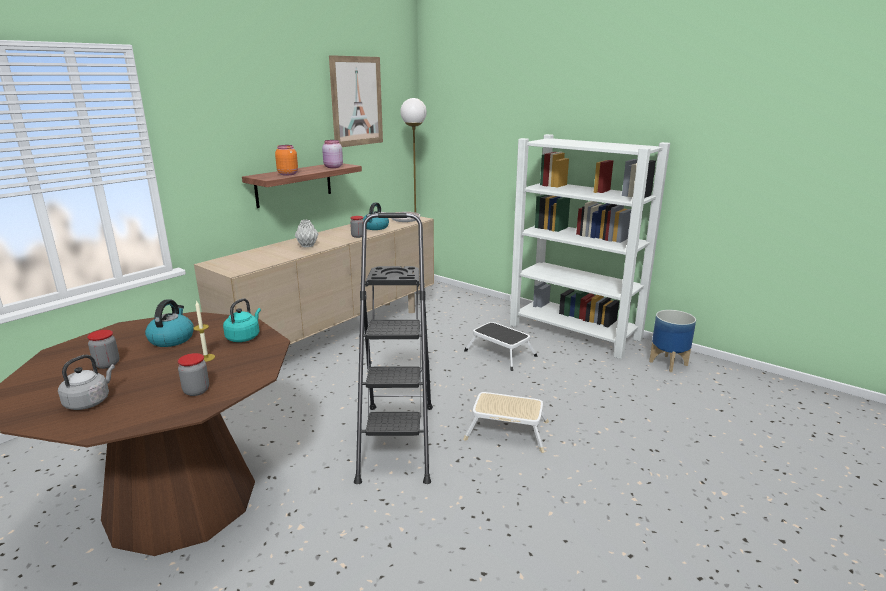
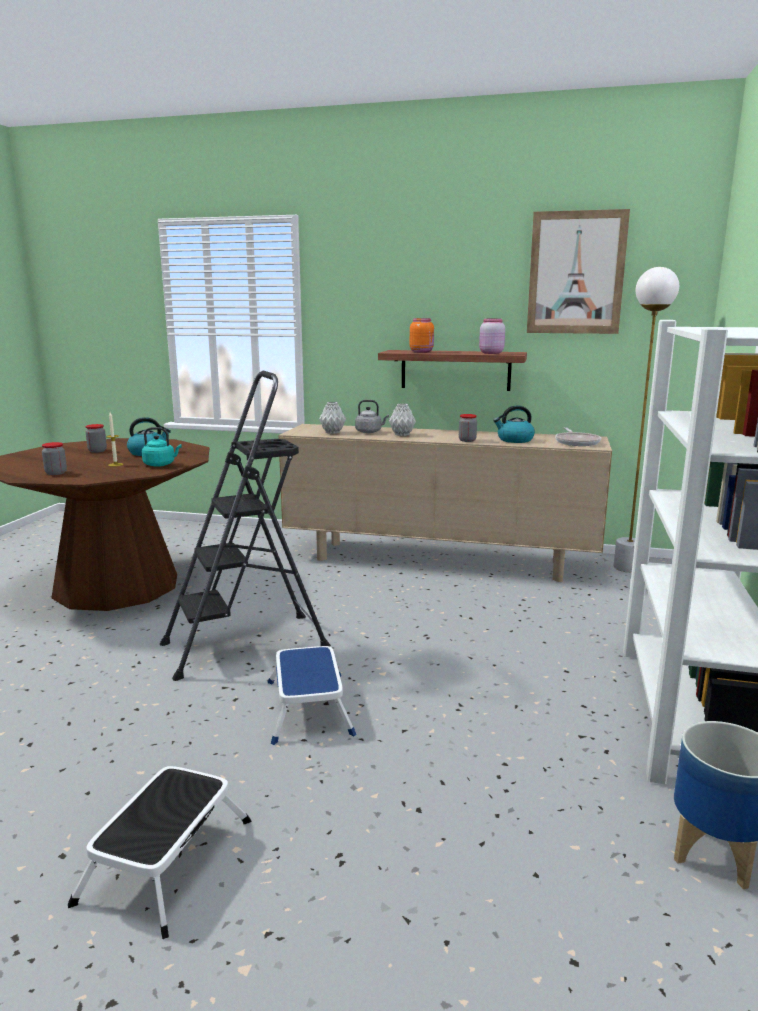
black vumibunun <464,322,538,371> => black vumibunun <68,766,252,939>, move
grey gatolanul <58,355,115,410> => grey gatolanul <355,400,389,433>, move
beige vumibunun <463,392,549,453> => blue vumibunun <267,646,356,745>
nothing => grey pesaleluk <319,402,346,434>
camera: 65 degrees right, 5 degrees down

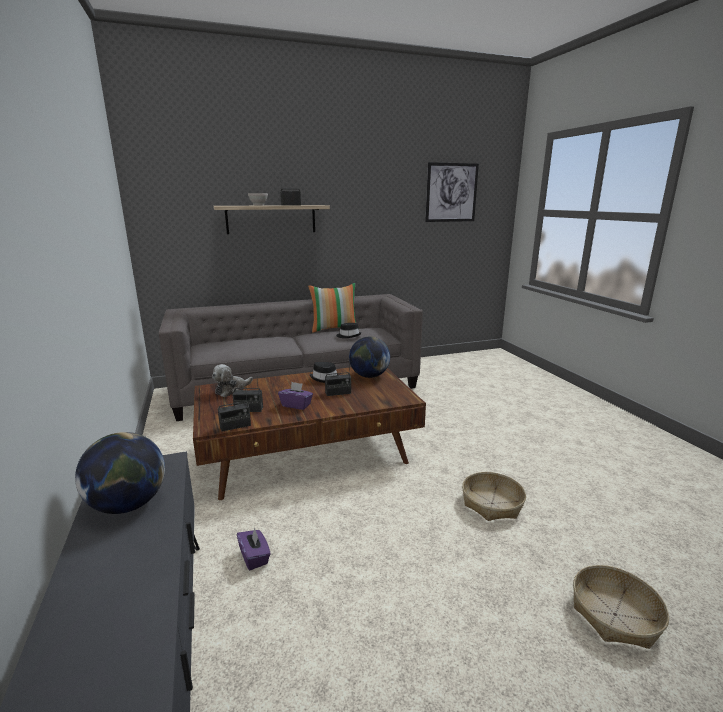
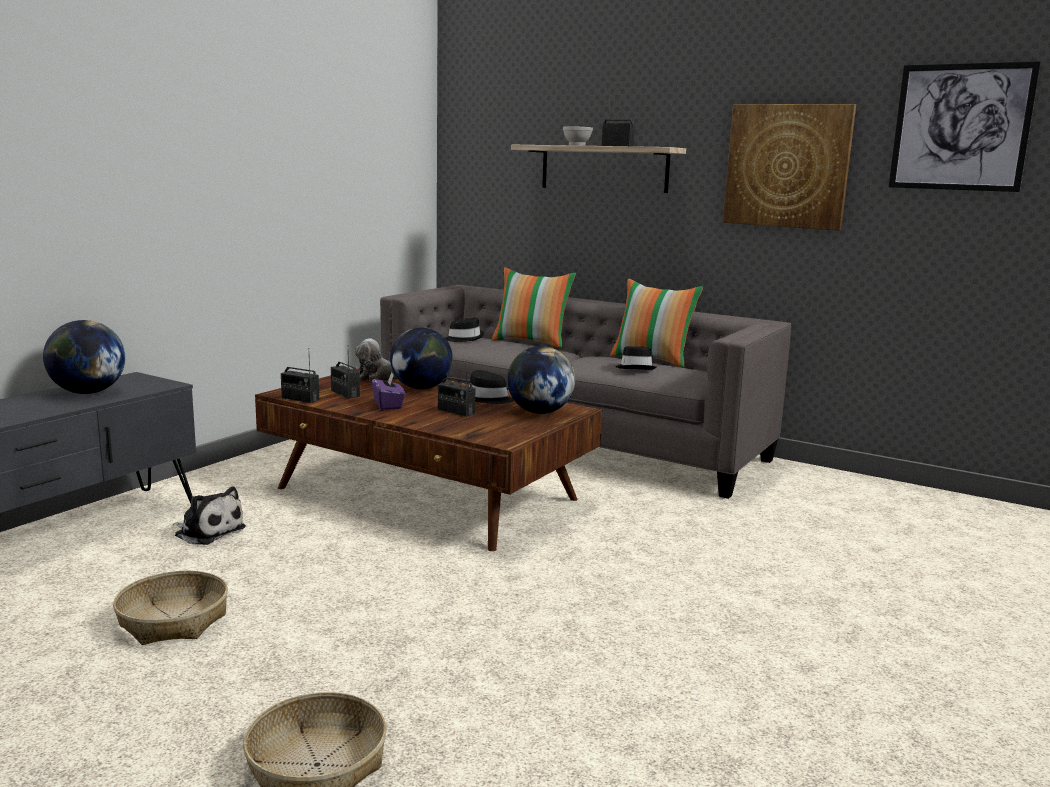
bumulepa <462,472,526,521> => bumulepa <113,571,228,645>, move
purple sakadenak <237,527,271,570> => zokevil <173,487,246,545>
nothing => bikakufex <723,104,856,231>
nothing => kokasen <492,267,576,348>
nothing => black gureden <446,318,484,342>
nothing => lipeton <390,327,453,389>
camera: 50 degrees right, 5 degrees down

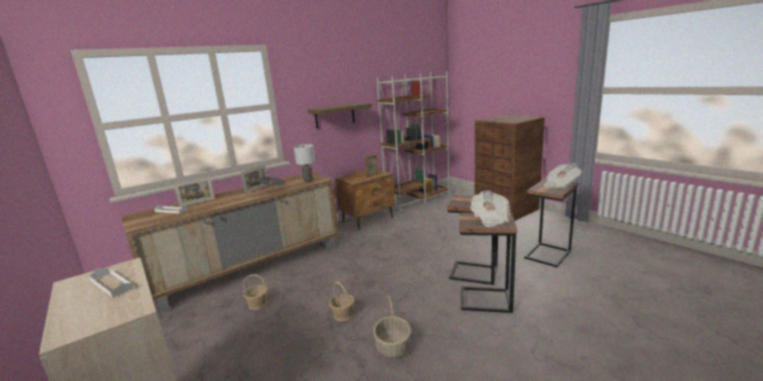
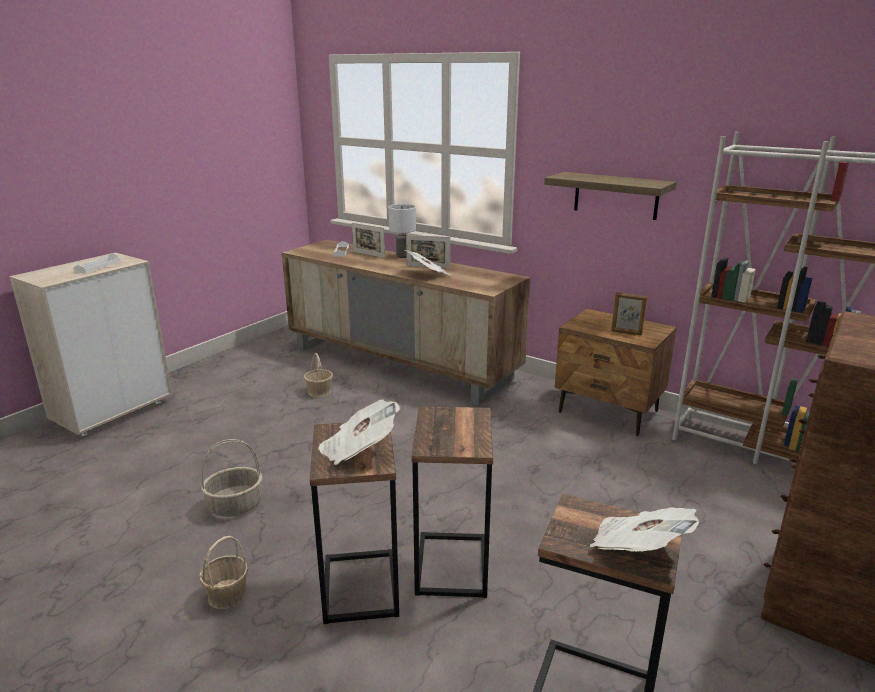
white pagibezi <294,144,315,182> => white pagibezi <388,204,416,258>, move
bumulepa <329,282,354,321> => bumulepa <199,536,248,609>, move
camera: 70 degrees right, 5 degrees up

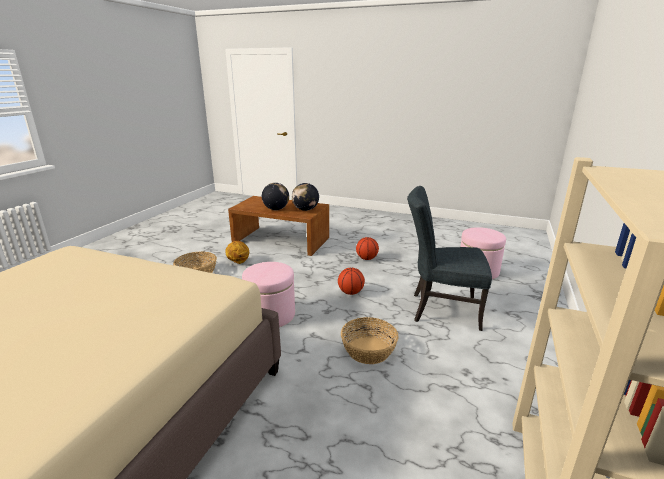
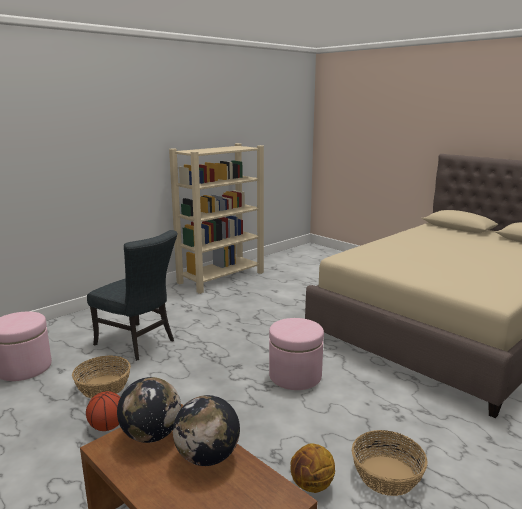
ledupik <338,268,365,295> => nothing
bumulepa <341,317,399,364> => bumulepa <72,356,131,399>, move
camera: 155 degrees left, 5 degrees down

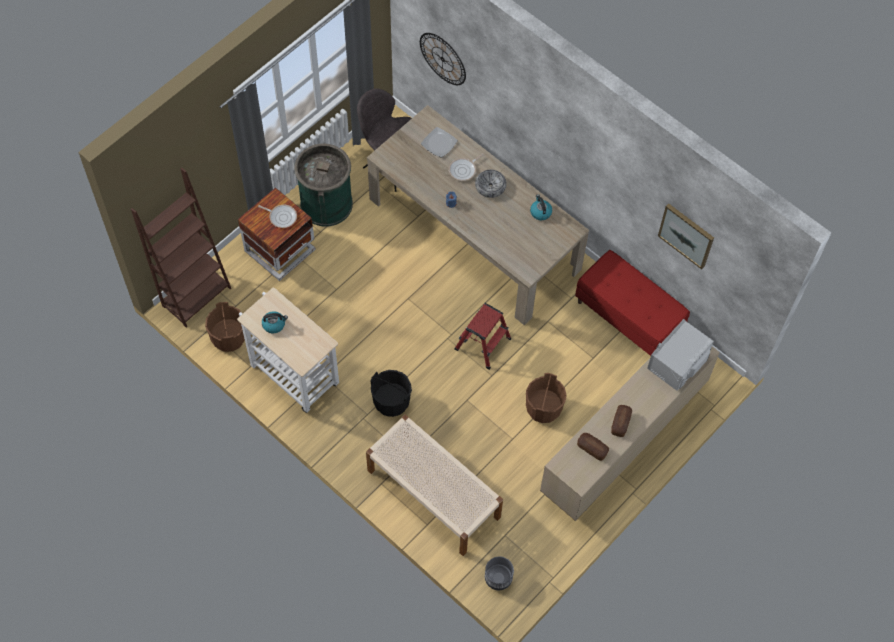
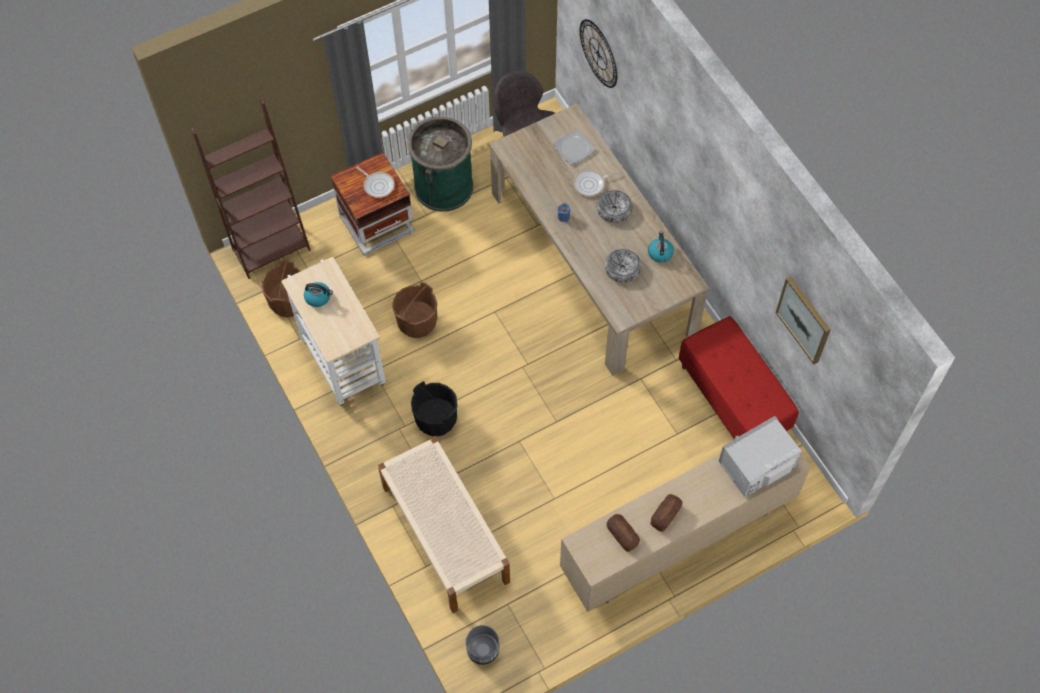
red vumibunun <454,303,511,370> => nothing
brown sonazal <526,373,567,423> => brown sonazal <392,282,437,338>, move
nothing => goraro <604,249,642,283>
camera: 20 degrees right, 0 degrees up

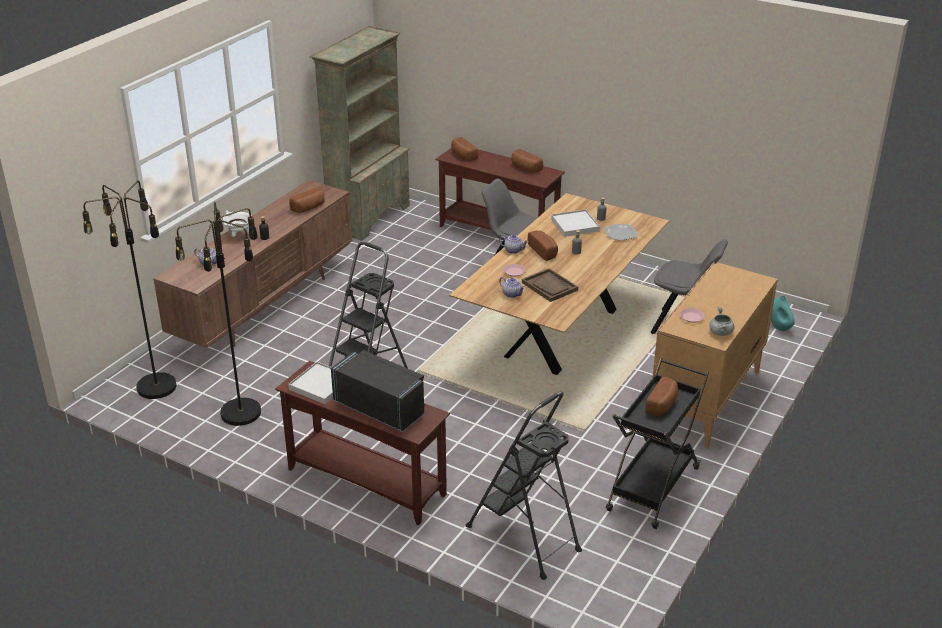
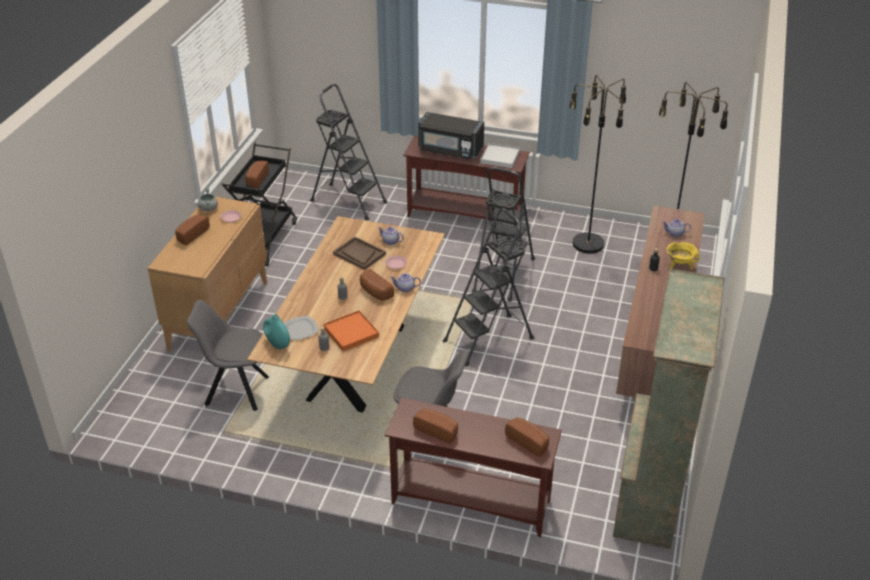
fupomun <289,187,325,213> => fupomun <175,214,210,245>, move
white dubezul <551,209,600,237> => orange dubezul <323,310,379,351>
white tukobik <223,210,250,237> => yellow tukobik <666,242,700,270>
turquoise pesaleluk <771,296,795,331> => turquoise pesaleluk <263,314,290,349>, move
nothing => vumibunun <443,208,535,367>
camera: 165 degrees right, 5 degrees up

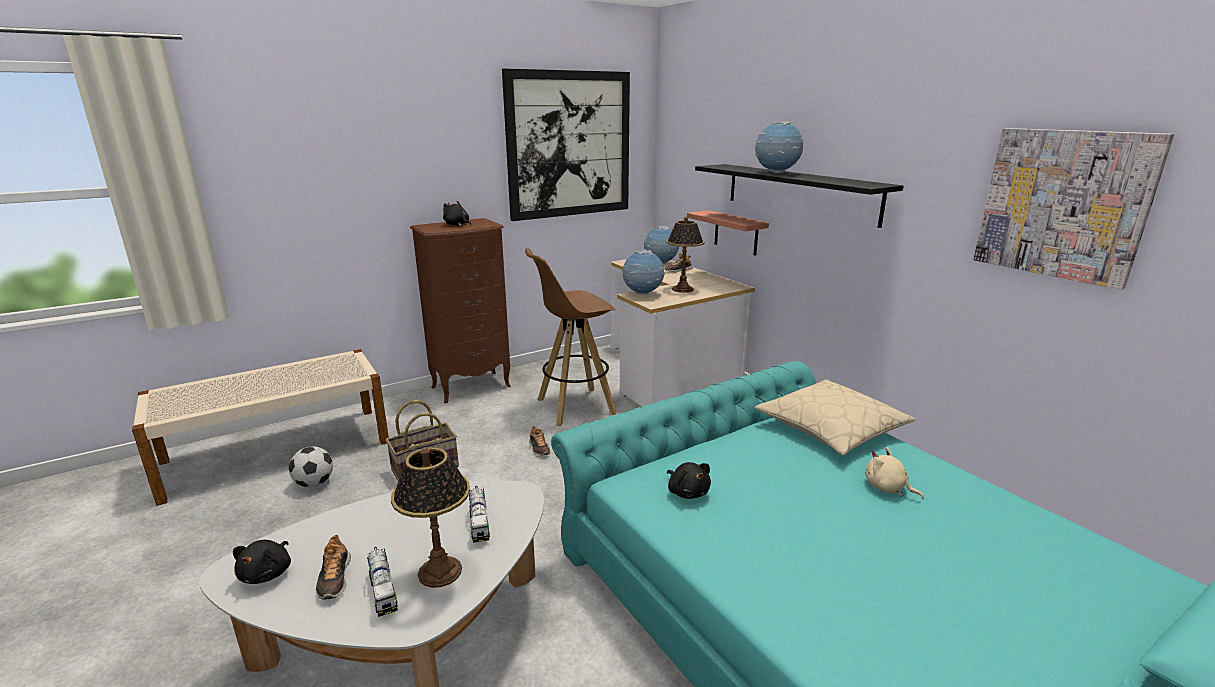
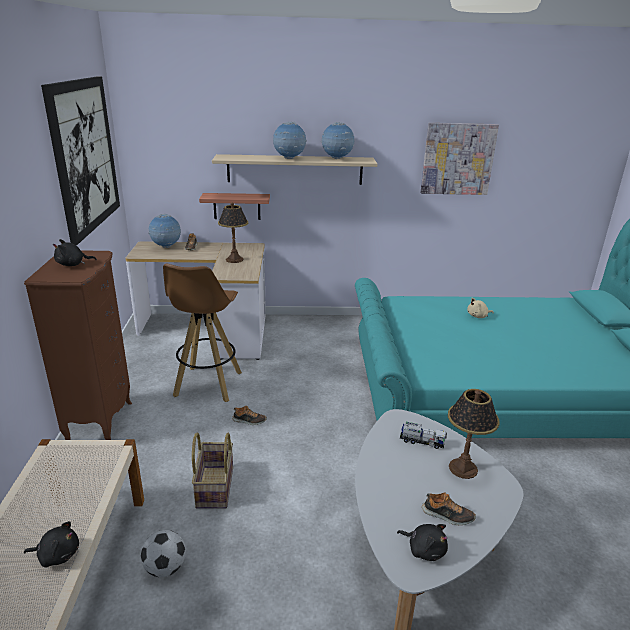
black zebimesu <695,164,904,228> => beige zebimesu <212,154,377,185>
lipeton <623,250,665,295> => lipeton <321,122,354,159>, move
beige kokasen <755,379,915,455> => nothing
black zokevil <667,462,711,499> => black zokevil <24,521,79,567>, move
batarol <367,547,398,617> => nothing
camera: 60 degrees left, 5 degrees up

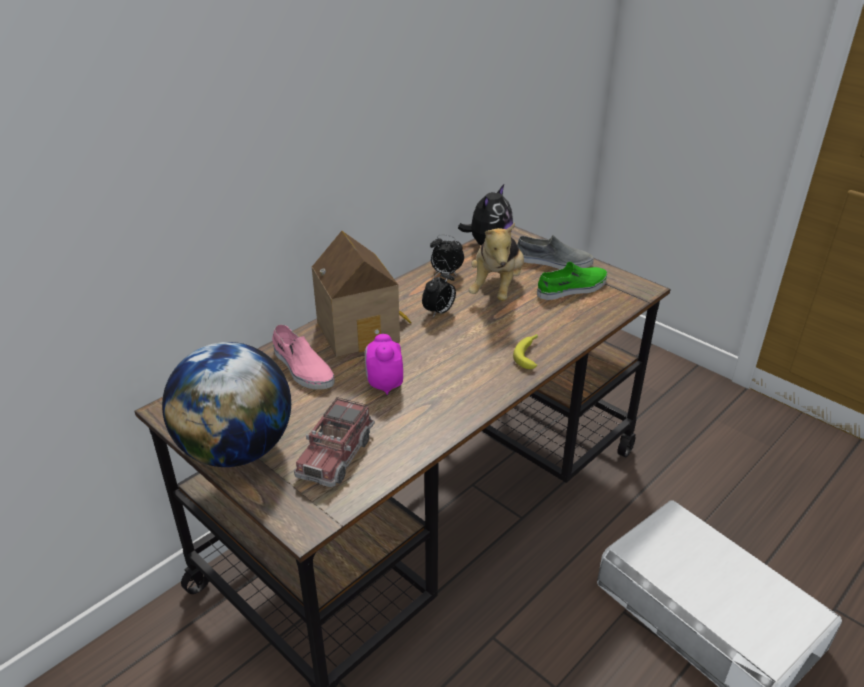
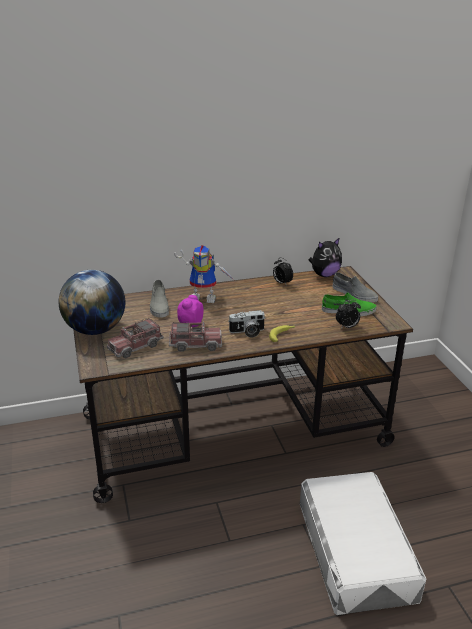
zokevil <469,223,524,301> => nothing
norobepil <312,231,412,357> => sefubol <174,245,234,303>
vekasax <422,270,456,318> => vekasax <336,300,361,329>, move
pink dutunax <272,324,335,389> => grey dutunax <150,280,169,318>
nothing => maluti <229,310,265,338>
nothing => batarol <169,322,222,352>
camera: 30 degrees right, 5 degrees down

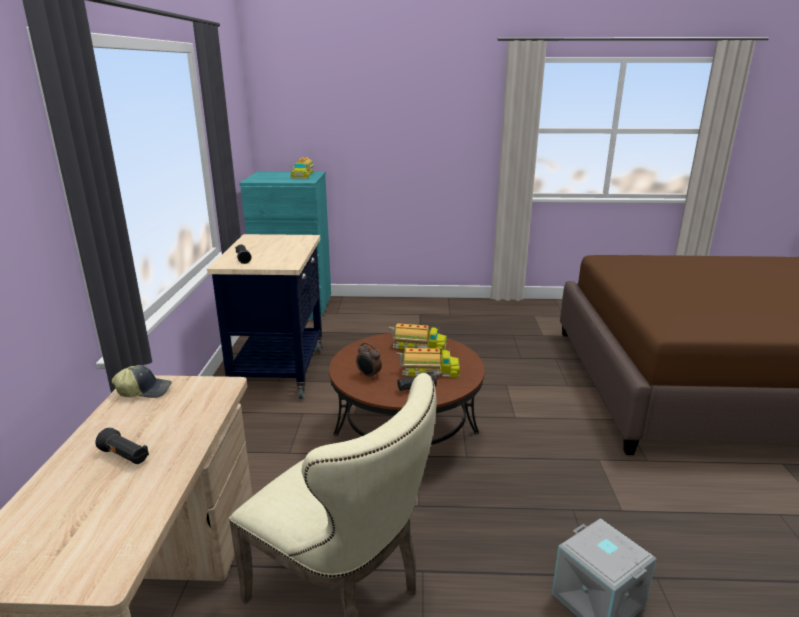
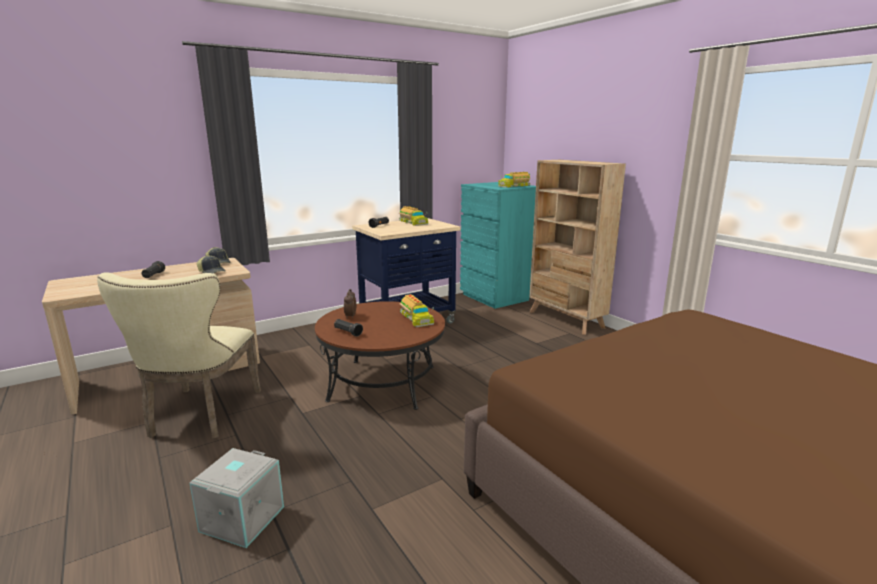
batarol <397,348,460,378> => batarol <399,206,428,226>, move
nothing => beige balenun <529,160,626,335>
nothing => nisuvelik <197,255,226,274>
camera: 55 degrees right, 5 degrees down

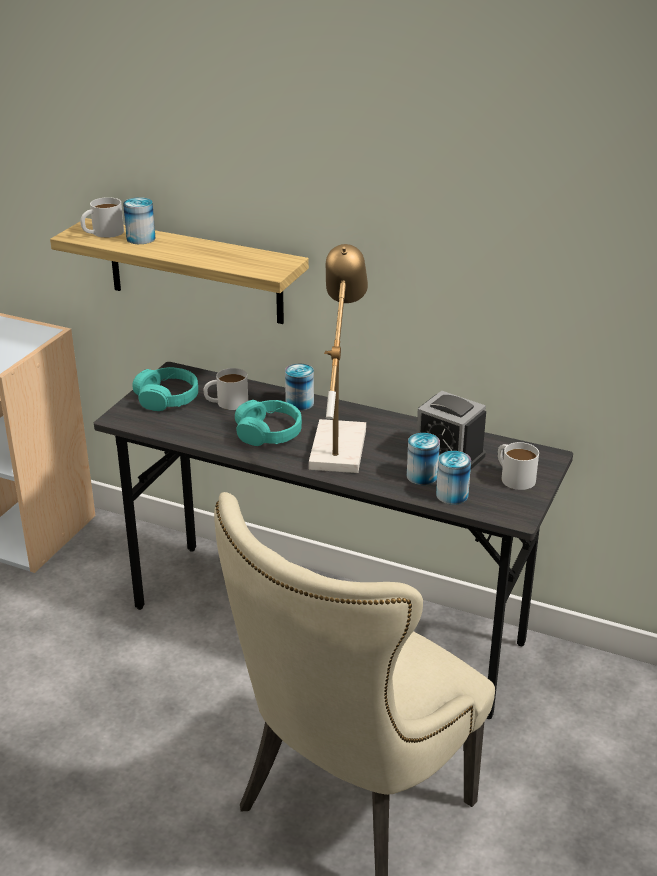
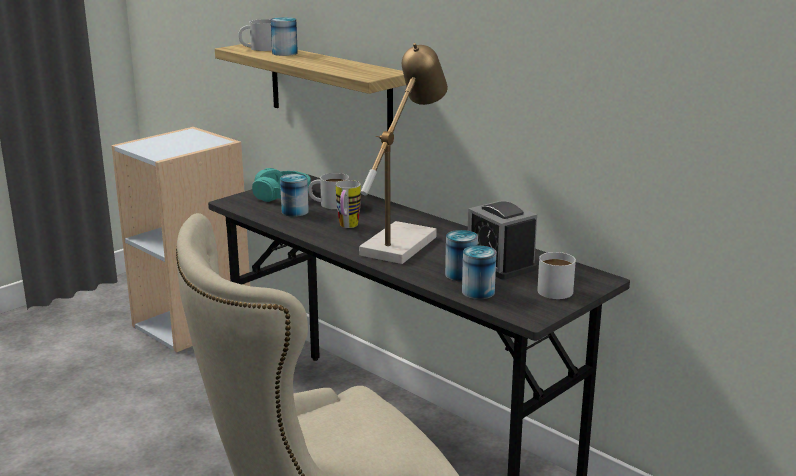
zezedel <285,364,314,411> => zezedel <280,174,309,217>, move
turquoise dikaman <235,400,302,446> => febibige <336,180,361,228>
camera: 20 degrees right, 10 degrees down

